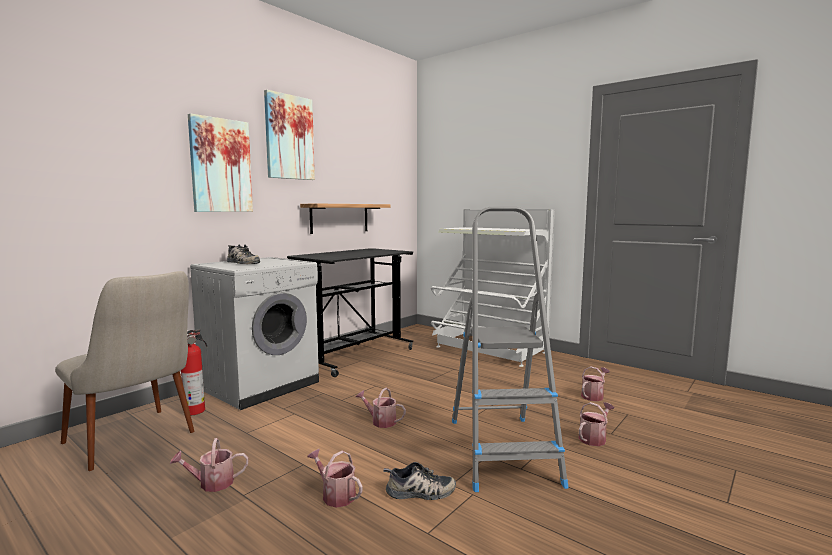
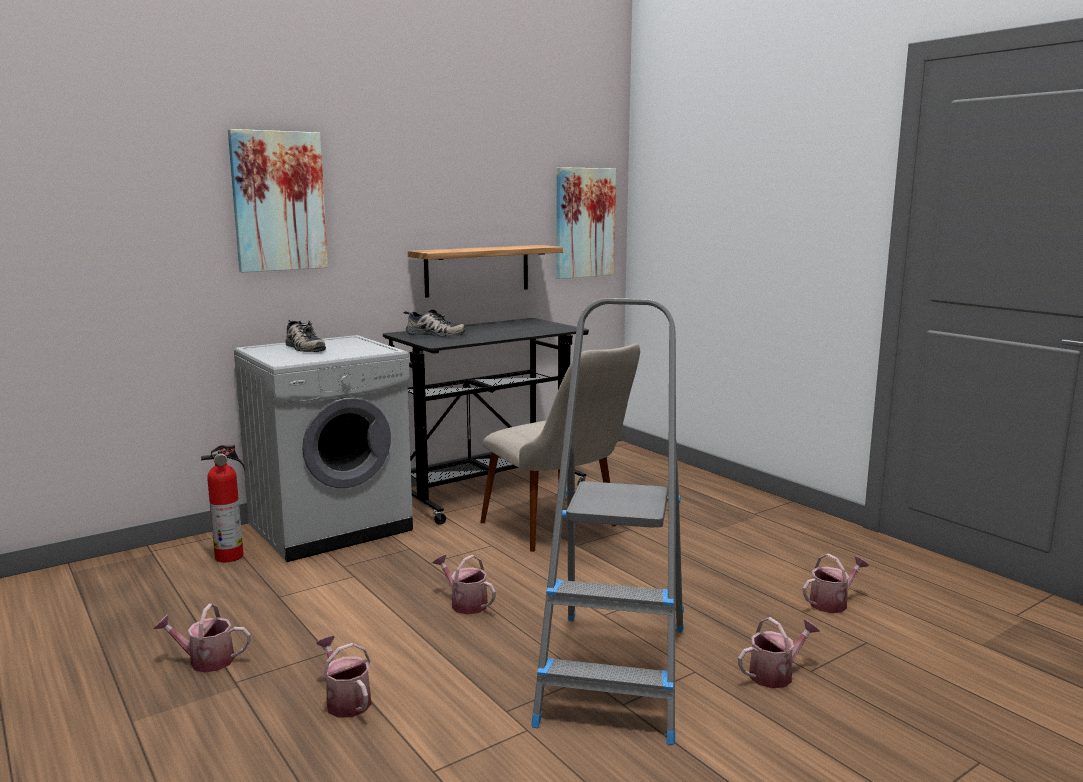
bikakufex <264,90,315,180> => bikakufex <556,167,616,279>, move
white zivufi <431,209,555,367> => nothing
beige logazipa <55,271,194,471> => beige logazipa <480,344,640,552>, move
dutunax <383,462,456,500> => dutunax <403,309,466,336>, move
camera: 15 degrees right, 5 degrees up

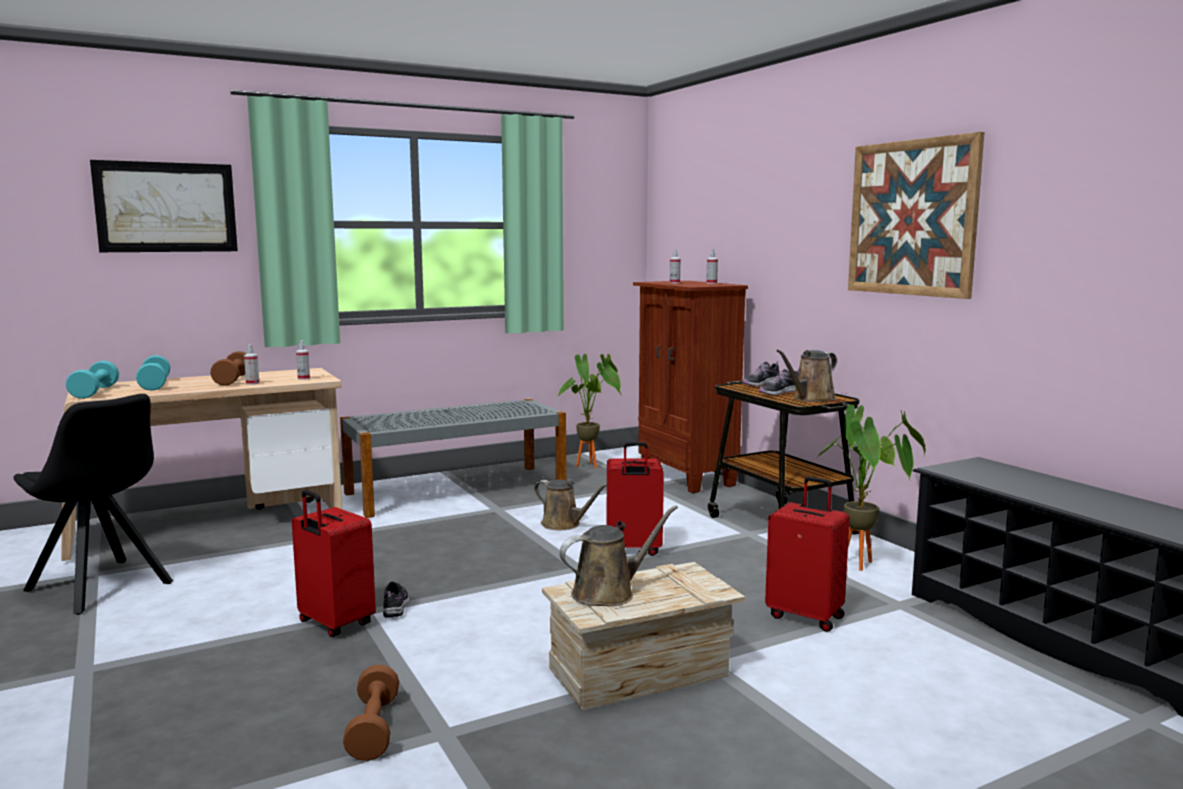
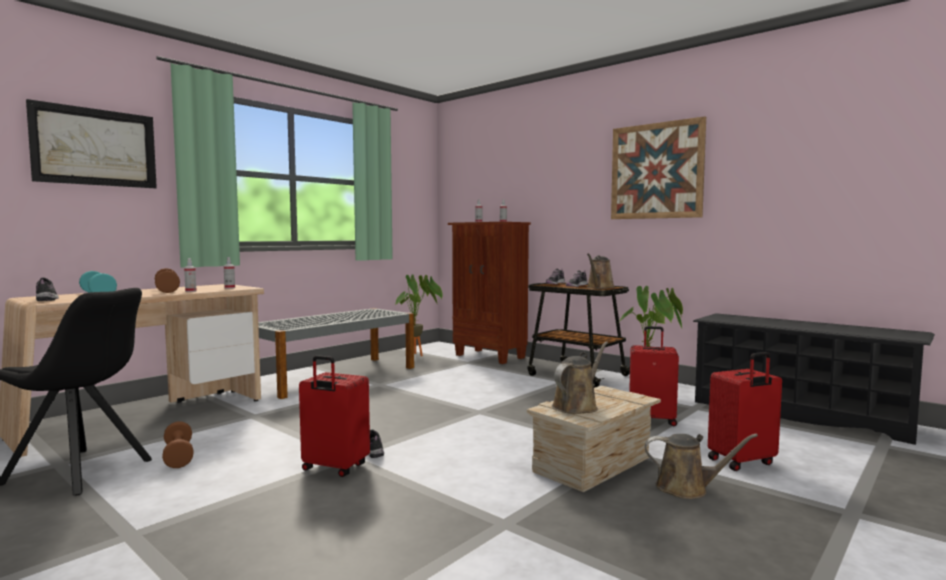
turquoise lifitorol <66,361,119,399> => dutunax <36,278,59,301>
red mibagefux <607,442,664,556> => red mibagefux <708,352,782,471>, move
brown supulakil <534,479,607,530> => brown supulakil <645,434,758,499>, move
brown lifitorol <343,665,399,761> => brown lifitorol <162,421,194,468>, move
camera: 20 degrees left, 5 degrees down

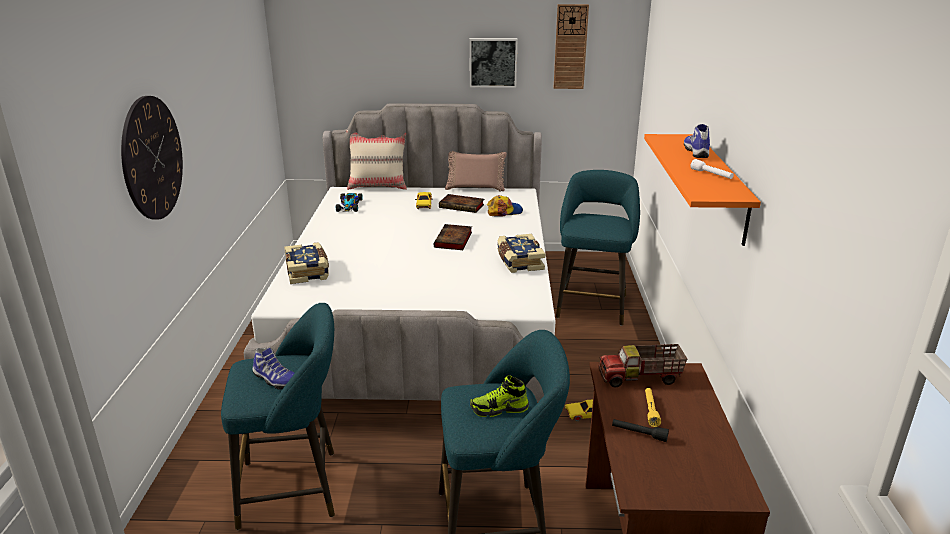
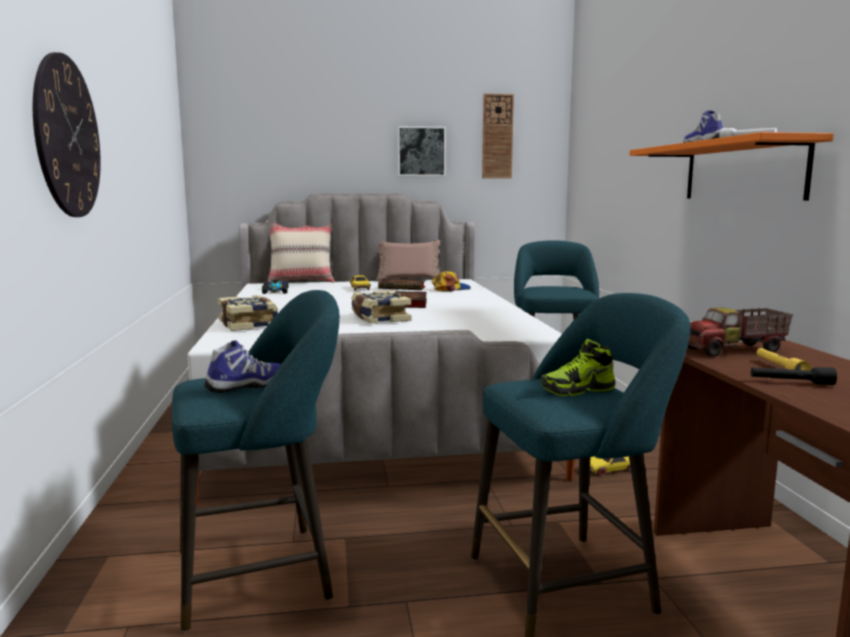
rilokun <497,234,545,273> => rilokun <351,290,411,324>, move
dutunax <253,348,295,390> => dutunax <204,340,281,393>, 60 degrees counterclockwise
camera: 10 degrees left, 15 degrees down

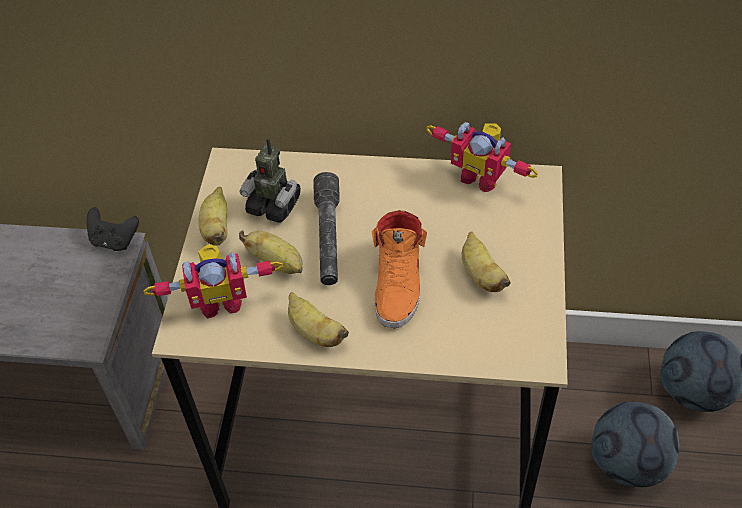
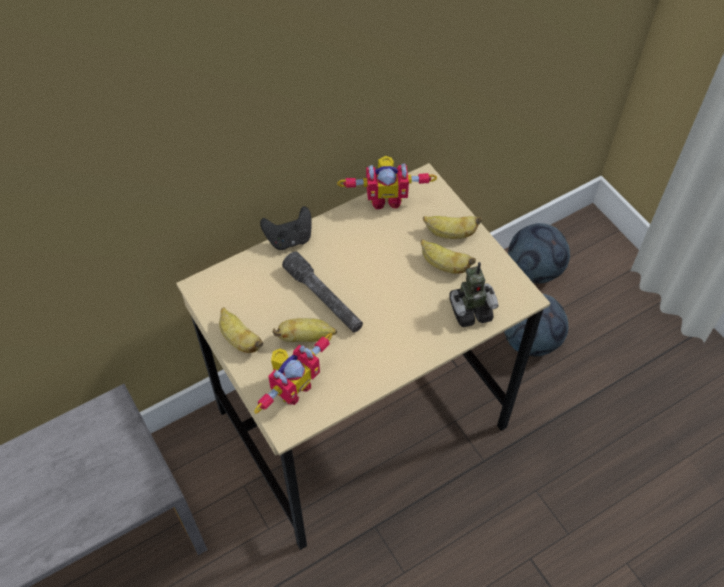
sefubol <239,138,301,223> => sefubol <449,262,499,327>, move
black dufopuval <87,207,139,251> => black dufopuval <260,206,312,250>, move
orange dutunax <372,210,427,328> => nothing
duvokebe <288,292,349,347> => duvokebe <423,216,482,239>, move
camera: 40 degrees left, 5 degrees up

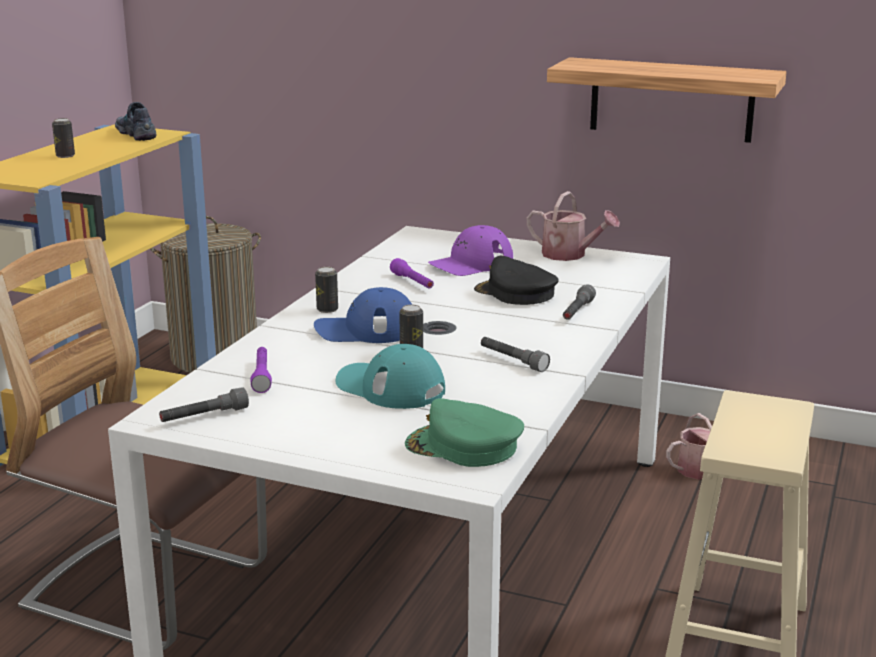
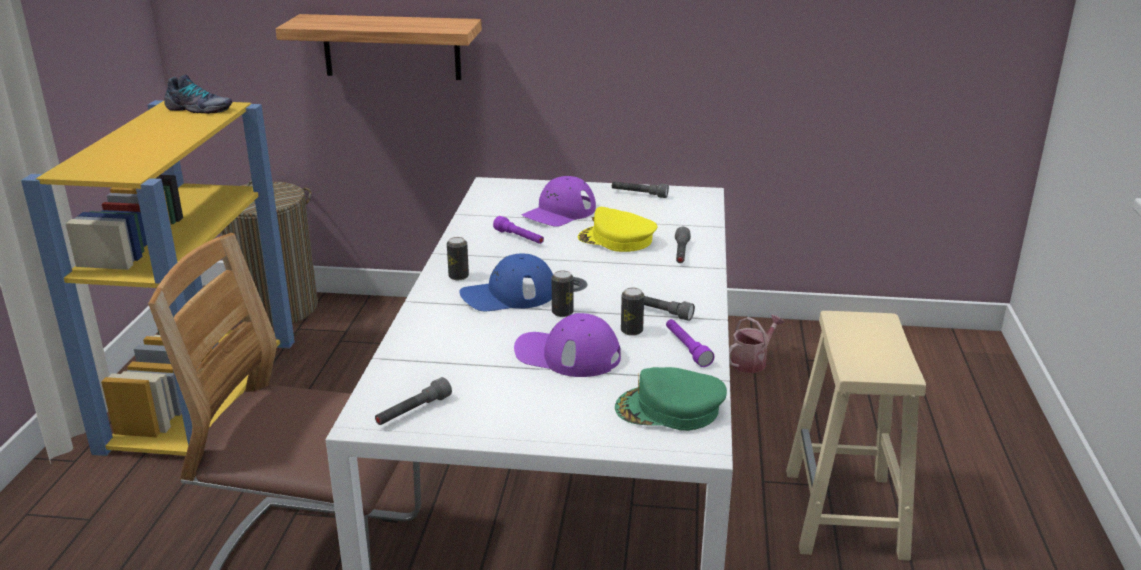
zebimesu <547,57,787,143> => zebimesu <276,14,482,80>, move
dutunax <115,102,157,141> => dutunax <164,75,232,114>, 150 degrees clockwise
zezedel <52,118,75,158> => zezedel <621,288,644,336>, move
supulakil <527,191,620,261> => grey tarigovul <612,181,669,198>
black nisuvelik <474,255,559,305> => yellow nisuvelik <578,207,657,252>
turquoise nisuvelik <335,344,445,409> => purple nisuvelik <514,313,621,377>
purple tarigovul <250,347,272,393> => purple tarigovul <666,319,714,367>, move
camera: 15 degrees left, 5 degrees up

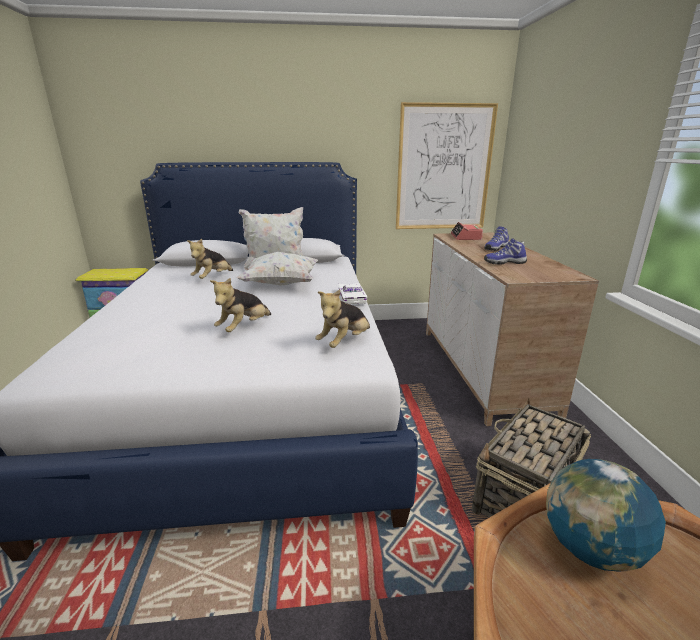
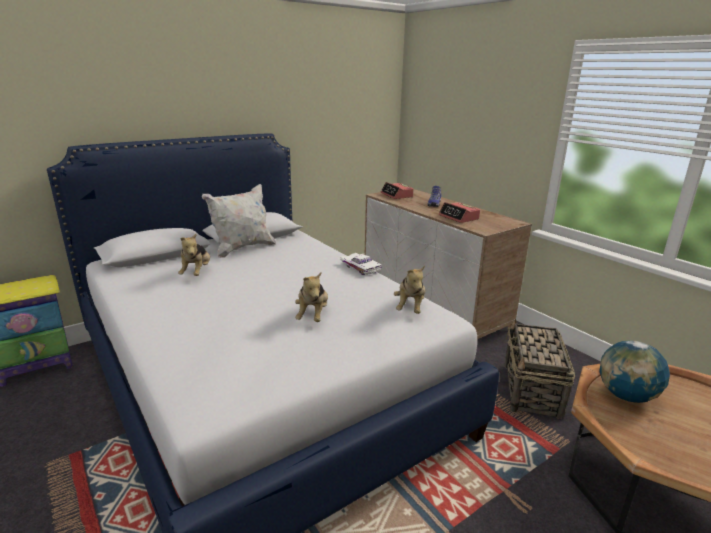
bikakufex <396,102,498,229> => nothing
dutunax <484,238,527,265> => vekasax <439,202,480,223>
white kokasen <236,252,318,285> => nothing
camera: 30 degrees left, 0 degrees up

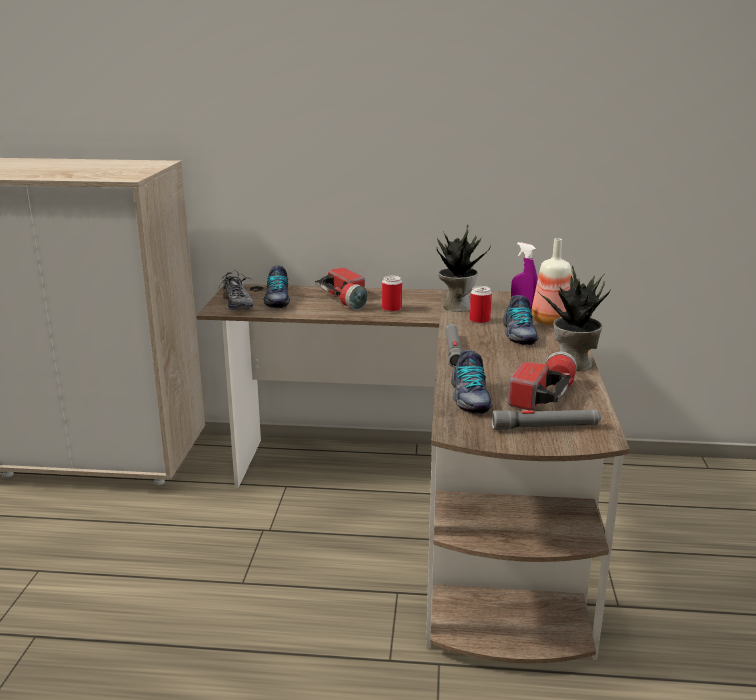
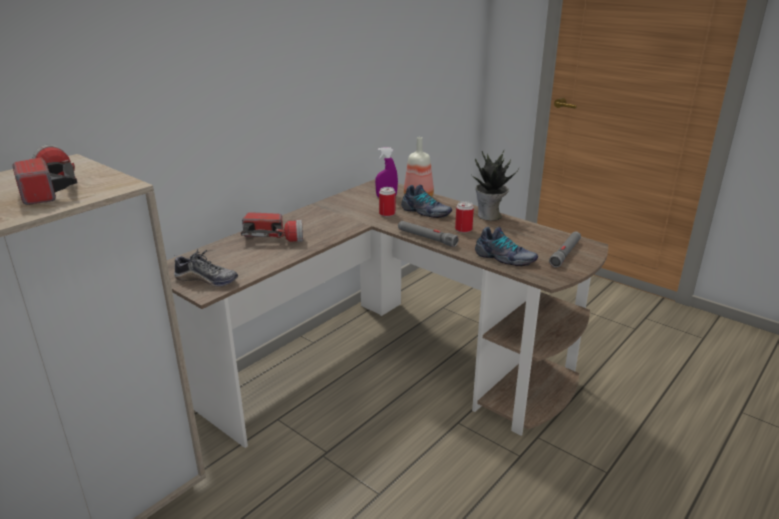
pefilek <436,224,491,312> => nothing
dutunax <263,265,290,308> => nothing
zezedel <382,276,402,312> => zezedel <455,201,474,233>, move
tarigovul <507,351,577,410> => tarigovul <13,145,78,205>, move
camera: 55 degrees left, 5 degrees up

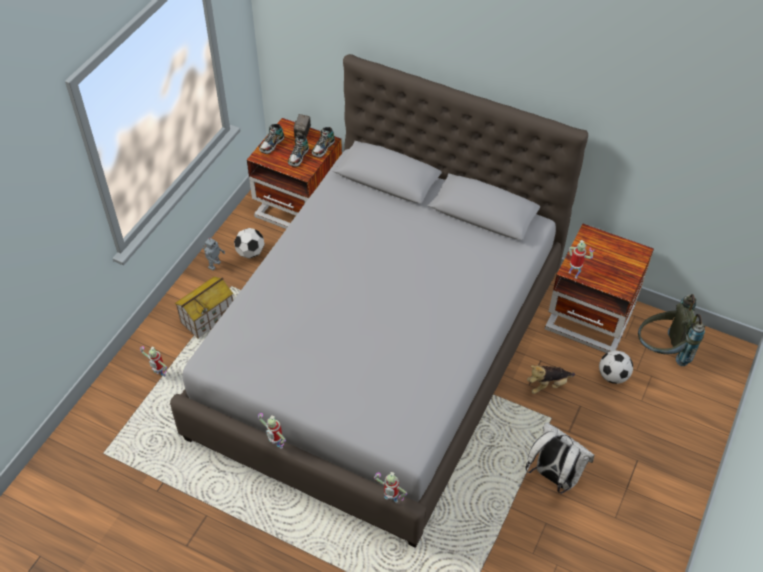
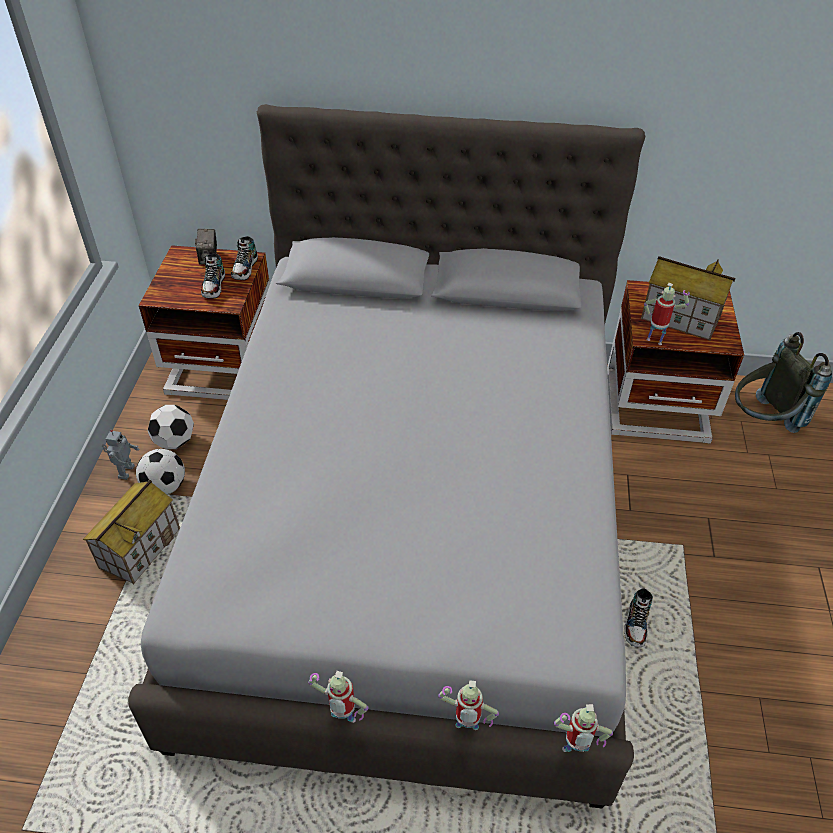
dutunax <259,124,284,154> => dutunax <624,588,653,647>, move
sefubol <140,346,167,377> => sefubol <438,680,499,730>, move
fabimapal <599,350,633,384> => fabimapal <136,449,185,495>, move
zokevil <527,365,575,394> => nothing
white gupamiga <525,422,595,494> => nothing
nothing => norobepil <641,256,736,341>
camera: 20 degrees left, 5 degrees down

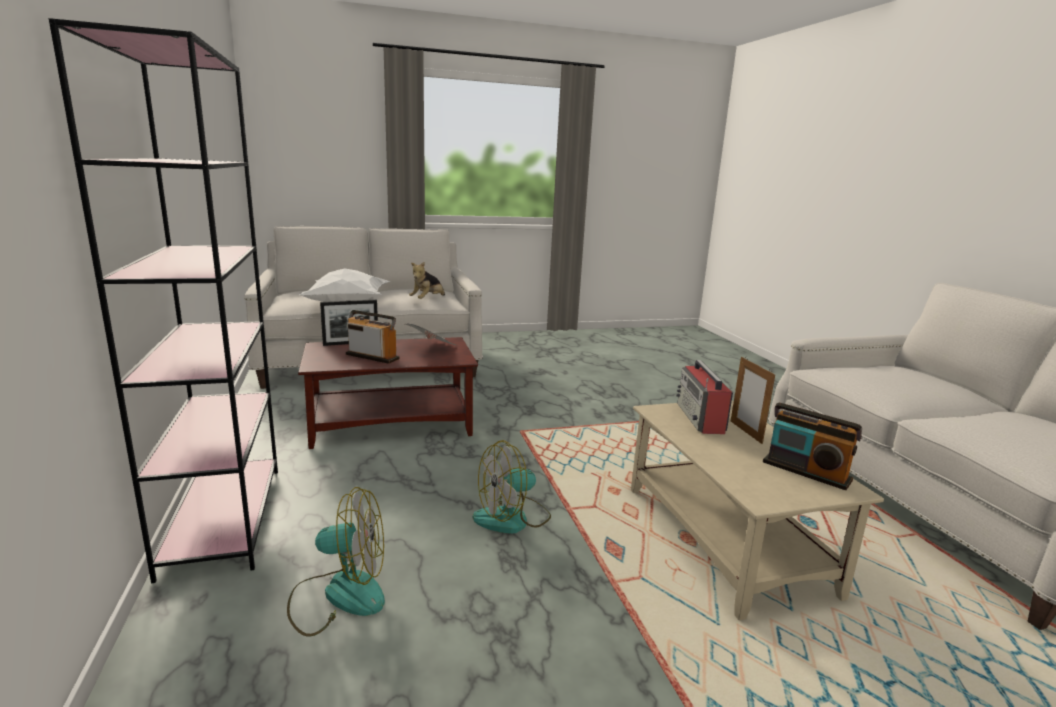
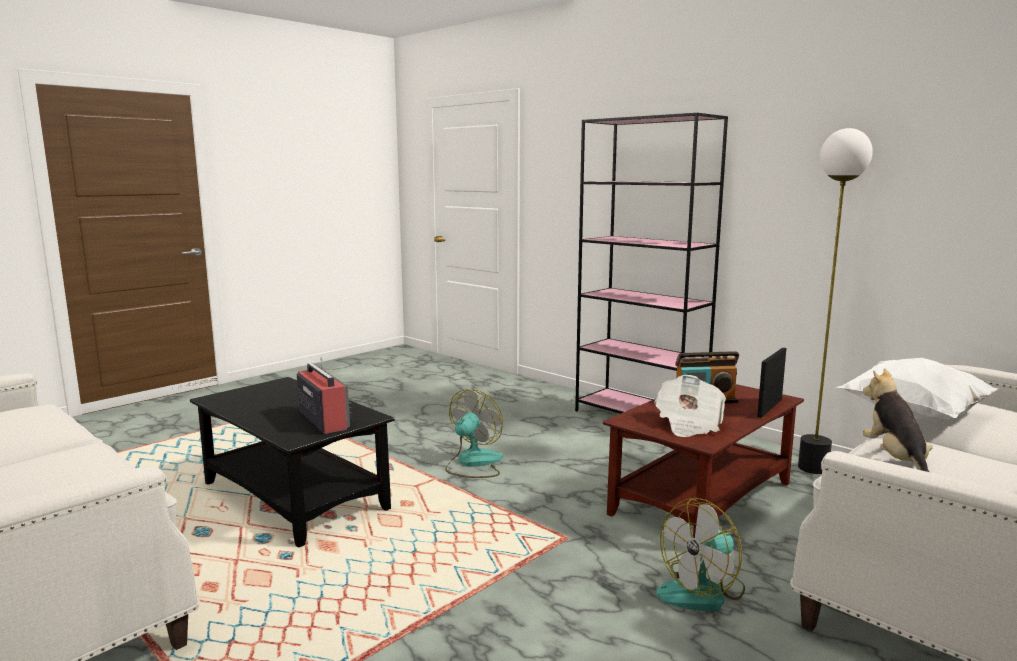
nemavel <731,357,775,444> => nothing
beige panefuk <631,401,884,620> => black panefuk <190,377,395,548>
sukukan <763,403,862,490> => nothing
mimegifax <287,487,385,636> => mimegifax <656,498,745,611>, move
nothing => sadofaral <798,128,873,474>
camera: 150 degrees right, 5 degrees down

